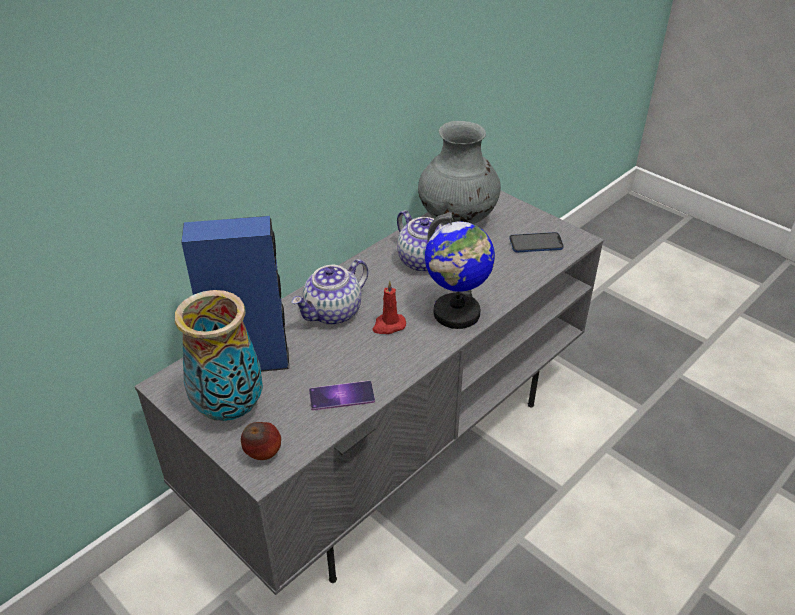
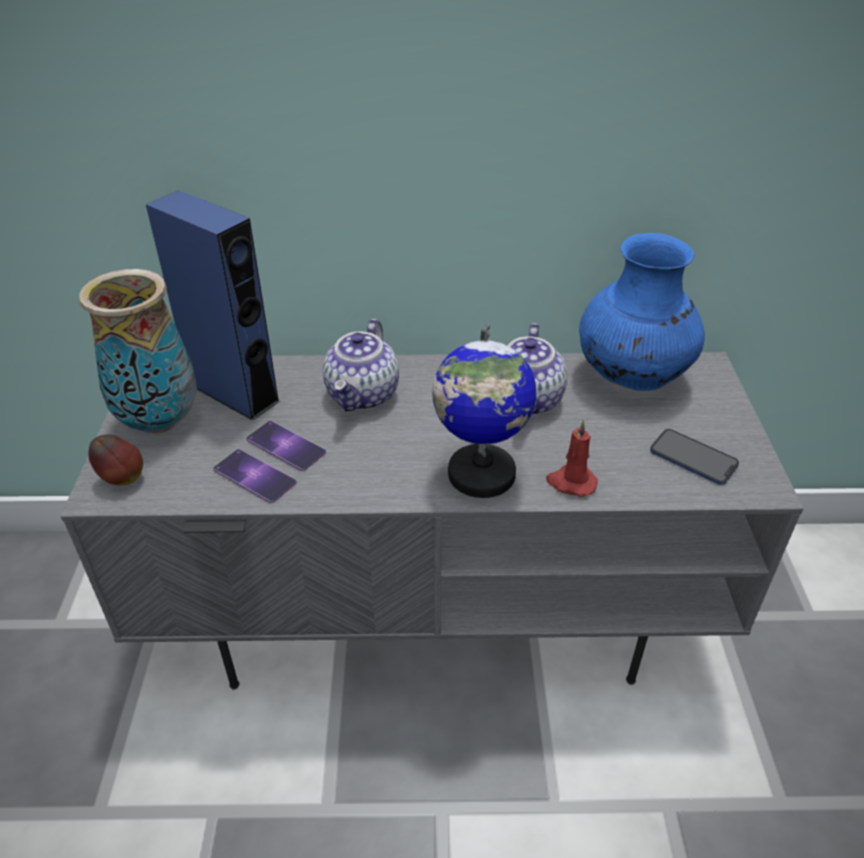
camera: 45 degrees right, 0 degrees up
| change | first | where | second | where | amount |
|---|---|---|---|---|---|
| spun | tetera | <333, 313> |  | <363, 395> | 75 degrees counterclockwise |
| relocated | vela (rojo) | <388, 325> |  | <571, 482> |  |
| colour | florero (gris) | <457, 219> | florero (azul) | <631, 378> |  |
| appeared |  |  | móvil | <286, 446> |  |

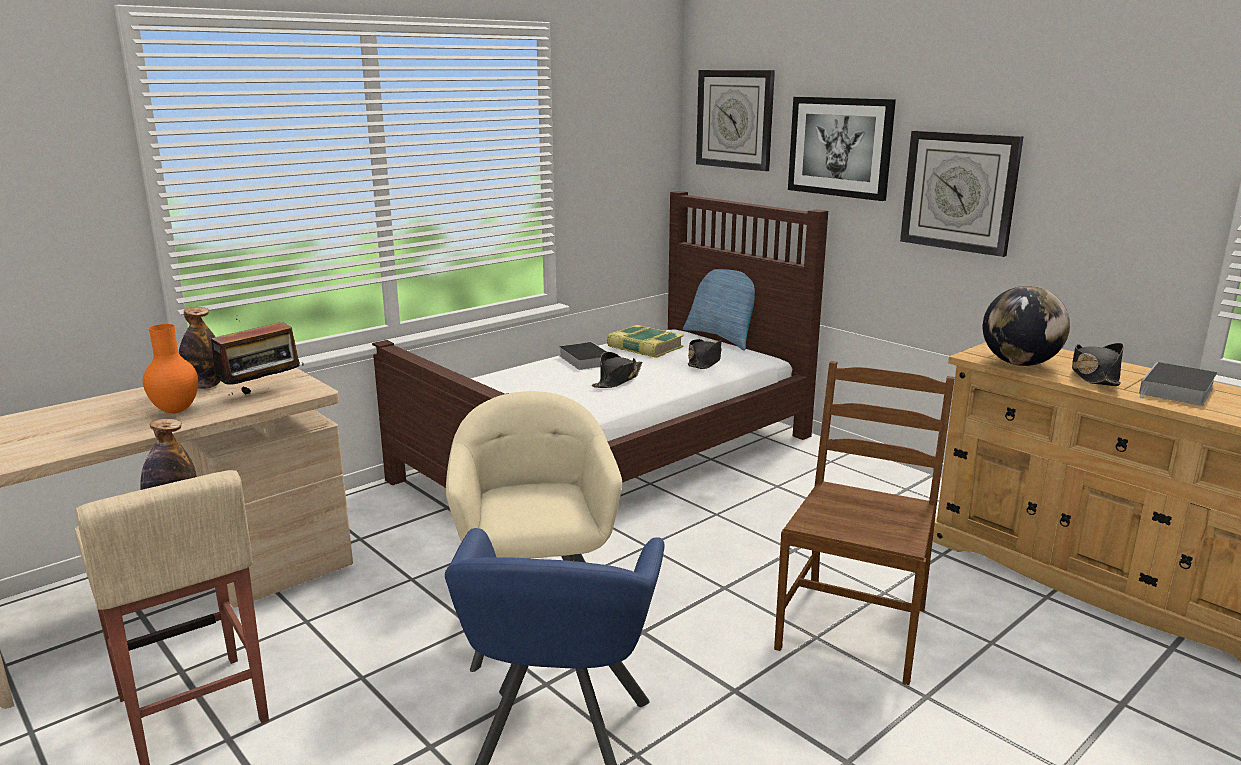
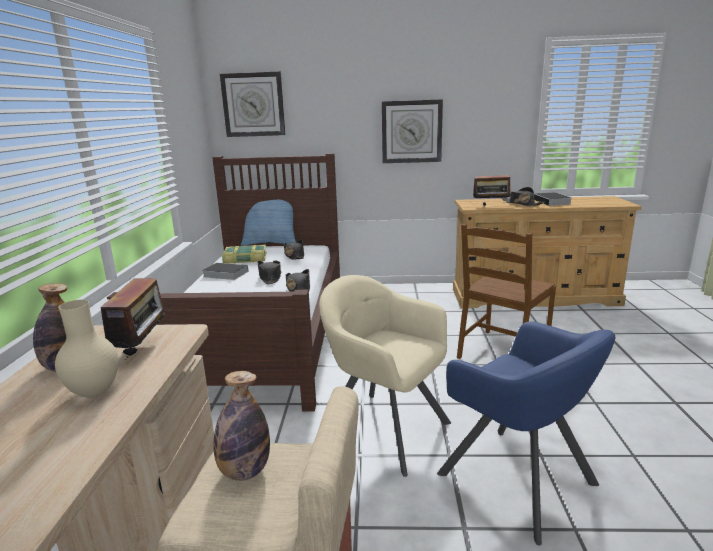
camera: 45 degrees left, 0 degrees up
| change | first | where | second | where | amount |
|---|---|---|---|---|---|
| colour | florero (naranja) | <176, 411> | florero (beis) | <96, 392> |  |
| spun | silla (marrón) | <854, 627> |  | <502, 353> | 120 degrees counterclockwise |
| missing | cuadro | <840, 147> |  |  |  |
| exchanged | globo terráqueo | <1019, 363> | radio | <491, 206> |  |
| appeared |  |  | sombrero (negro) | <298, 289> |  |

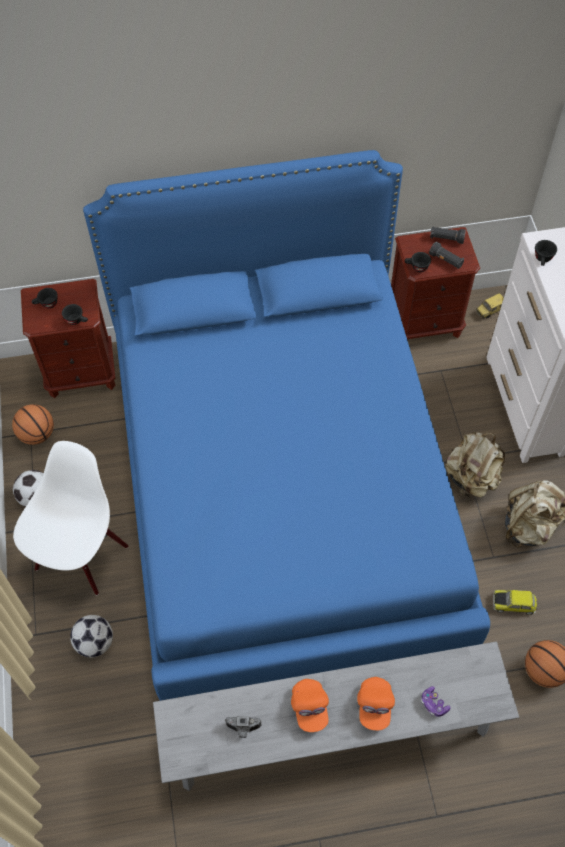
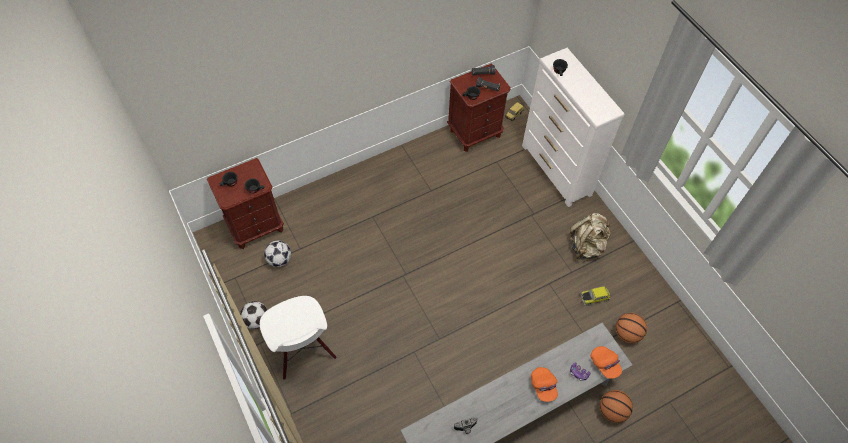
camera: 20 degrees left, 0 degrees up
| change | first | where | second | where | amount |
|---|---|---|---|---|---|
| relocated | balón de baloncesto | <37, 434> |  | <612, 410> |  |
| spun | silla (blanco) | <81, 556> |  | <303, 351> | 150 degrees clockwise |
| relocated | balón de fútbol | <95, 642> |  | <279, 259> |  |
| missing | cama (azul) | <283, 486> |  |  |  |
| relocated | gorra (naranja) | <310, 708> |  | <604, 364> |  |
| missing | mochila (beis) | <471, 478> |  |  |  |

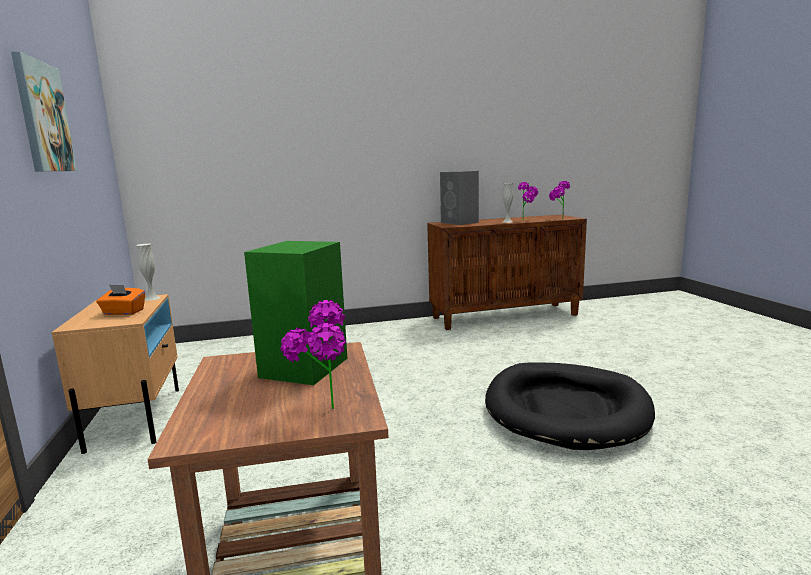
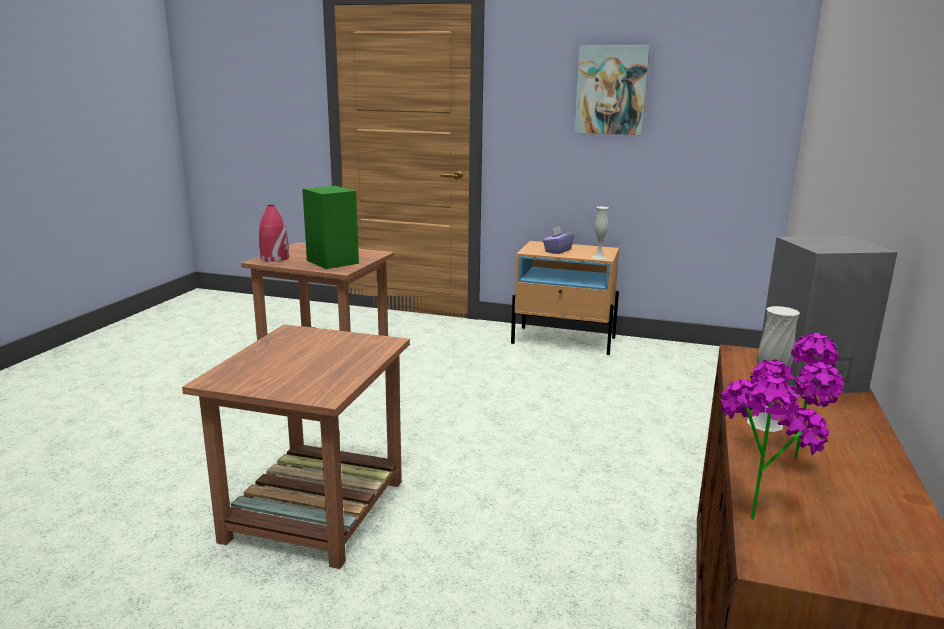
camera: 120 degrees right, 5 degrees up
| change | first | where | second | where | amount |
|---|---|---|---|---|---|
| colour | caja de pañuelos (naranja) | <123, 312> | caja de pañuelos (morado) | <557, 251> |  |
| exchanged | planta en maceta | <323, 414> | florero (rojo) | <274, 258> |  |
| exchanged | cama para perro (negro) | <566, 409> | mesa auxiliar (marrón) | <314, 511> |  |

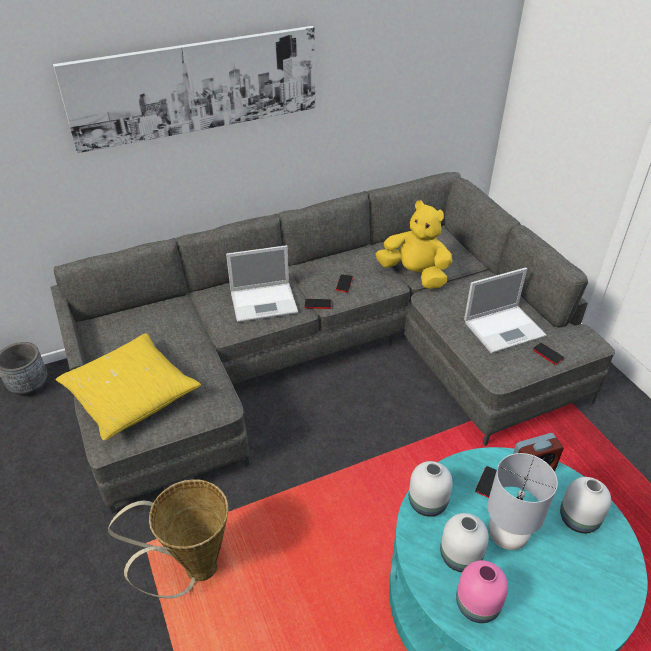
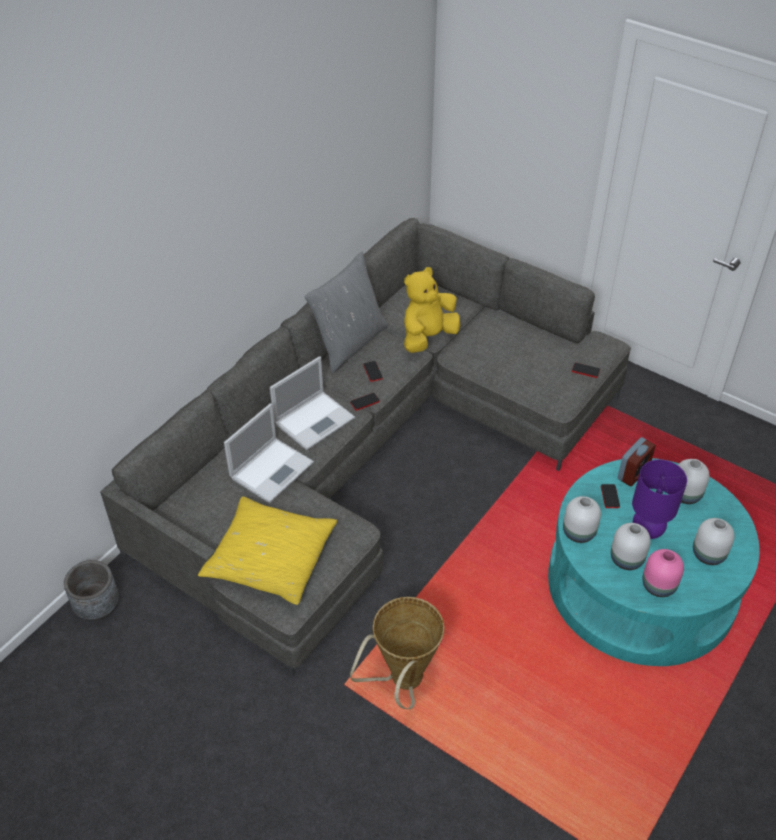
camera: 30 degrees left, 5 degrees up
| change | first | where | second | where | amount |
|---|---|---|---|---|---|
| missing | cuadro | <196, 87> |  |  |  |
| spun | peluche (amarillo) | <415, 274> |  | <428, 337> | 45 degrees counterclockwise |
| relocated | portátil | <505, 328> |  | <272, 469> |  |
| colour | lámpara de mesa (gris) | <507, 537> | lámpara de mesa (morado) | <648, 530> |  |
| appeared |  |  | cojín (gris) | <349, 343> |  |
| appeared |  |  | florero (blanco) | <708, 555> |  |

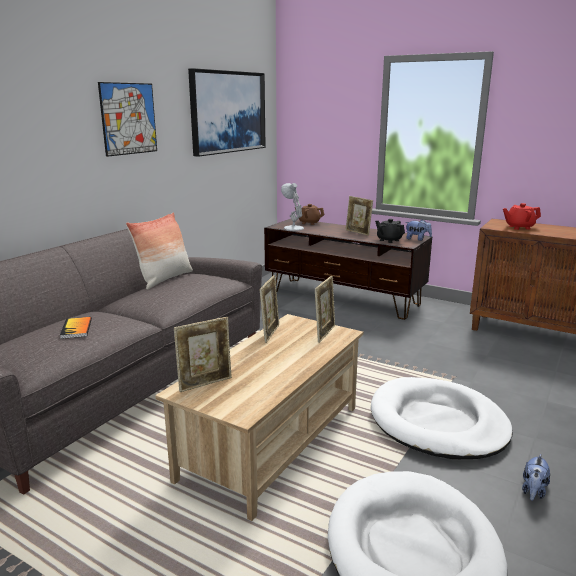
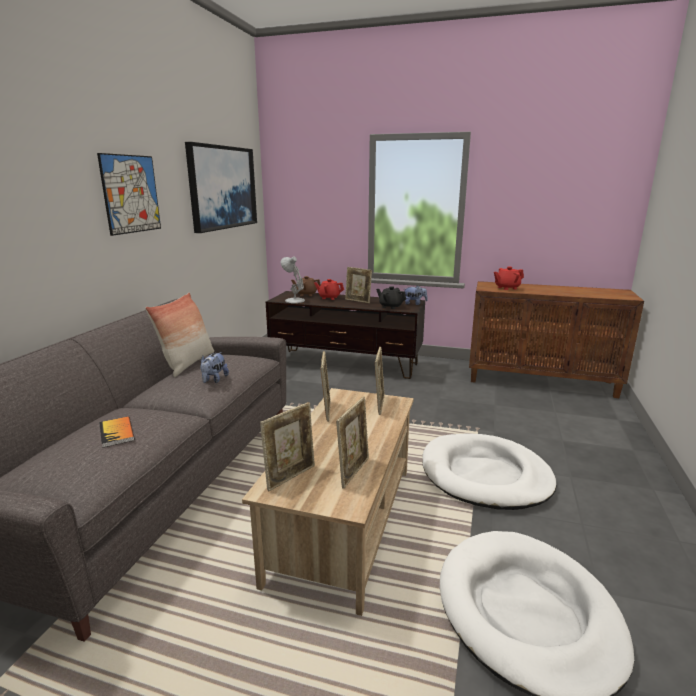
camera: 15 degrees left, 0 degrees up
| change | first | where | second | where | amount |
|---|---|---|---|---|---|
| relocated | peluche | <533, 491> |  | <214, 380> |  |
| appeared |  |  | tetera (rojo) | <329, 298> |  |
| appeared |  |  | portarretratos | <353, 471> |  |

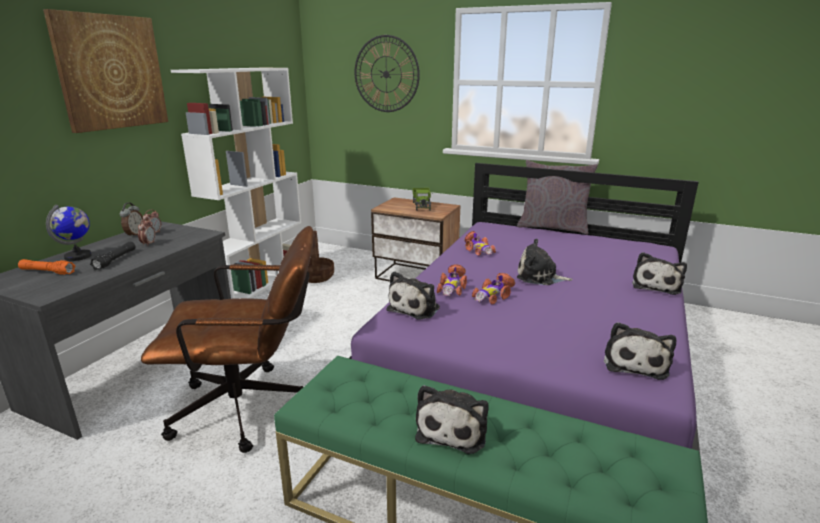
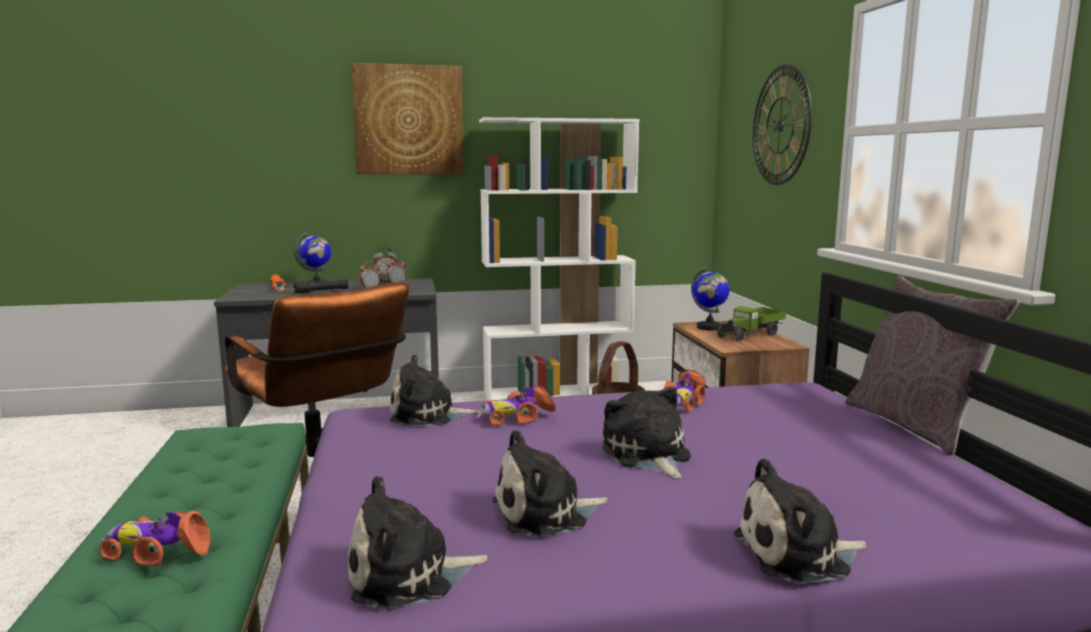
camera: 55 degrees right, 10 degrees down
| change | first | where | second | where | amount |
|---|---|---|---|---|---|
| relocated | peluche | <453, 428> |  | <545, 513> |  |
| relocated | coche de juguete | <493, 296> |  | <158, 550> |  |
| appeared |  |  | globo terráqueo | <709, 327> |  |

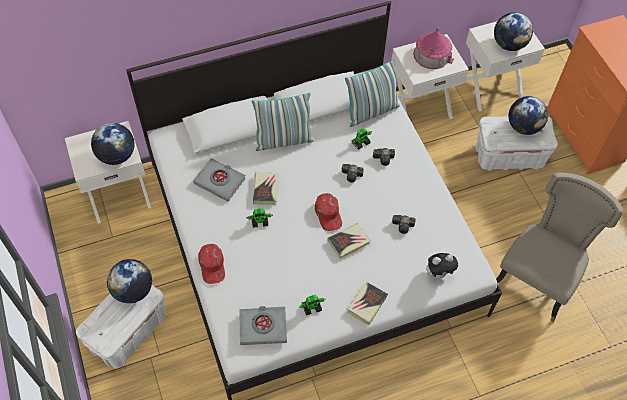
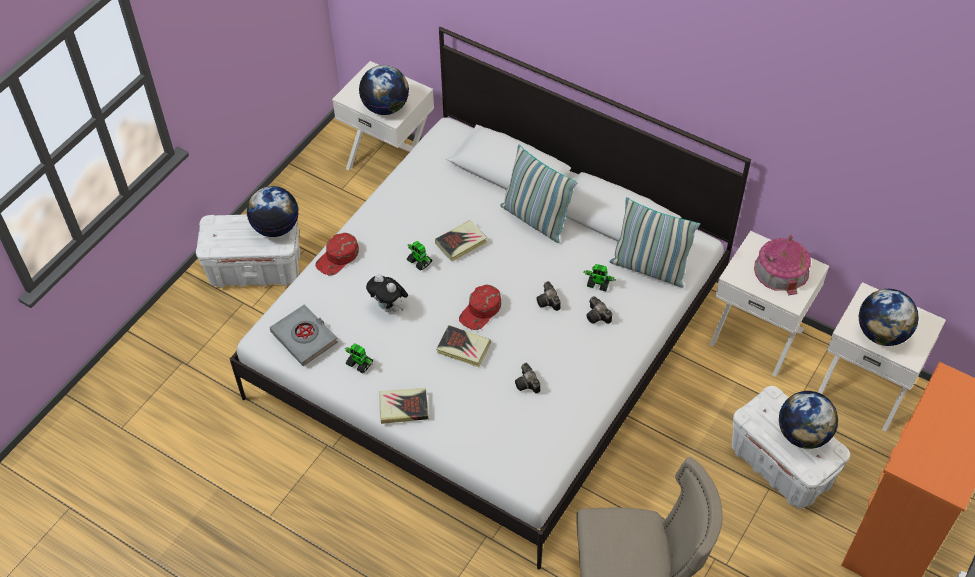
camera: 55 degrees right, 5 degrees down
| change | first | where | second | where | amount |
|---|---|---|---|---|---|
| missing | libro (gris) | <220, 181> |  |  |  |
| relocated | peluche | <438, 273> |  | <389, 307> |  |

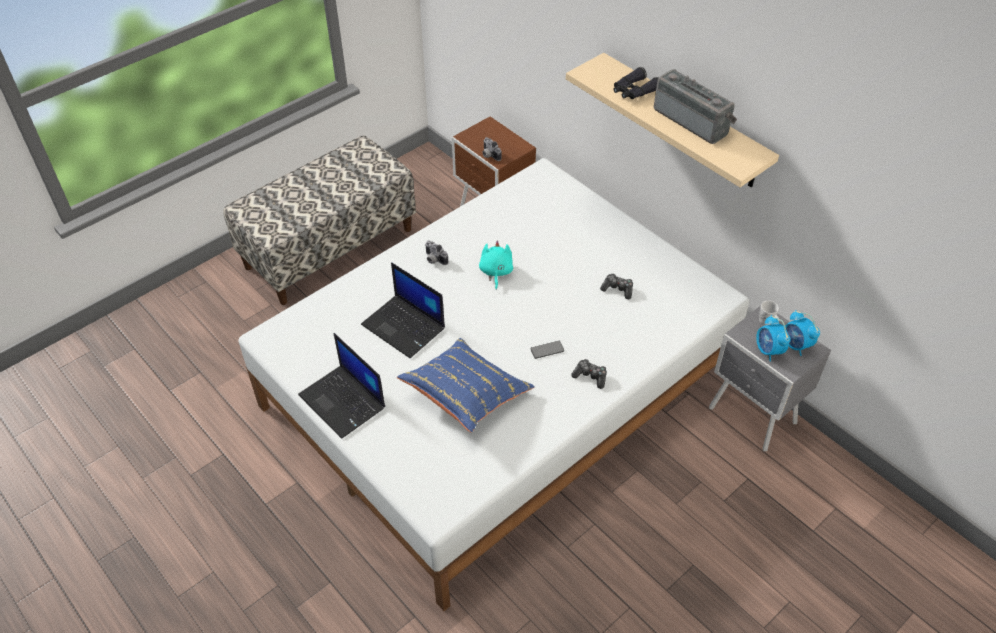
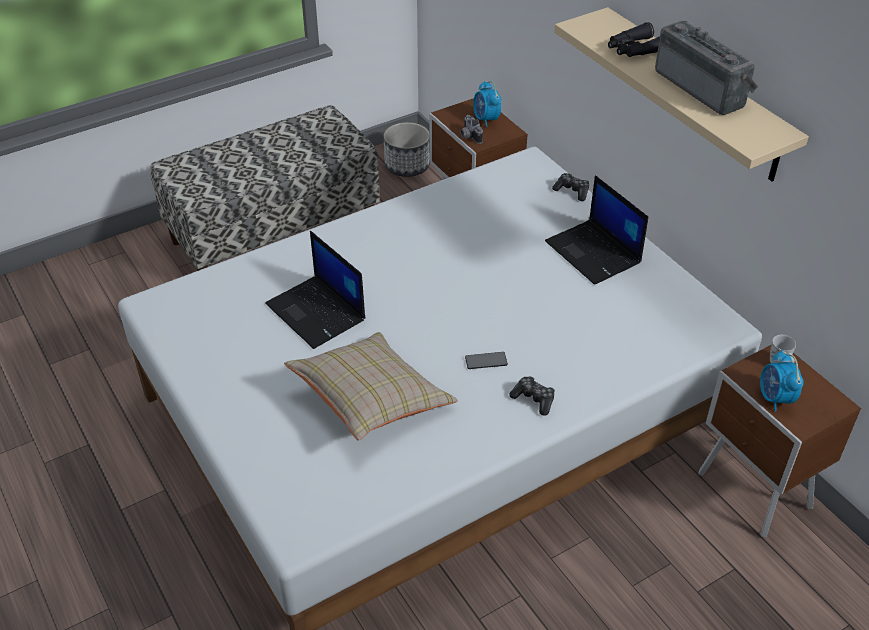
camera: 10 degrees right, 5 degrees down
| change | first | where | second | where | amount |
|---|---|---|---|---|---|
| relocated | portátil | <343, 401> |  | <594, 253> |  |
| colour | cojín (azul) | <466, 395> | cojín (beis) | <371, 401> |  |
| missing | cámara | <434, 259> |  |  |  |
| missing | peluche (turquesa) | <496, 272> |  |  |  |
| relocated | mando de consola | <617, 289> |  | <572, 191> |  |
| colour | mesita de noche (gris) | <753, 417> | mesita de noche (marrón) | <755, 493> |  |
| relocated | despertador | <795, 345> |  | <486, 119> |  |
| appeared |  |  | maceta | <407, 166> |  |

